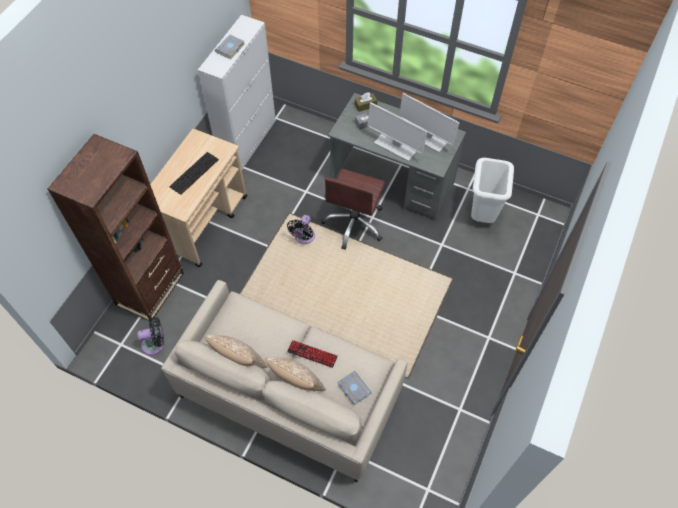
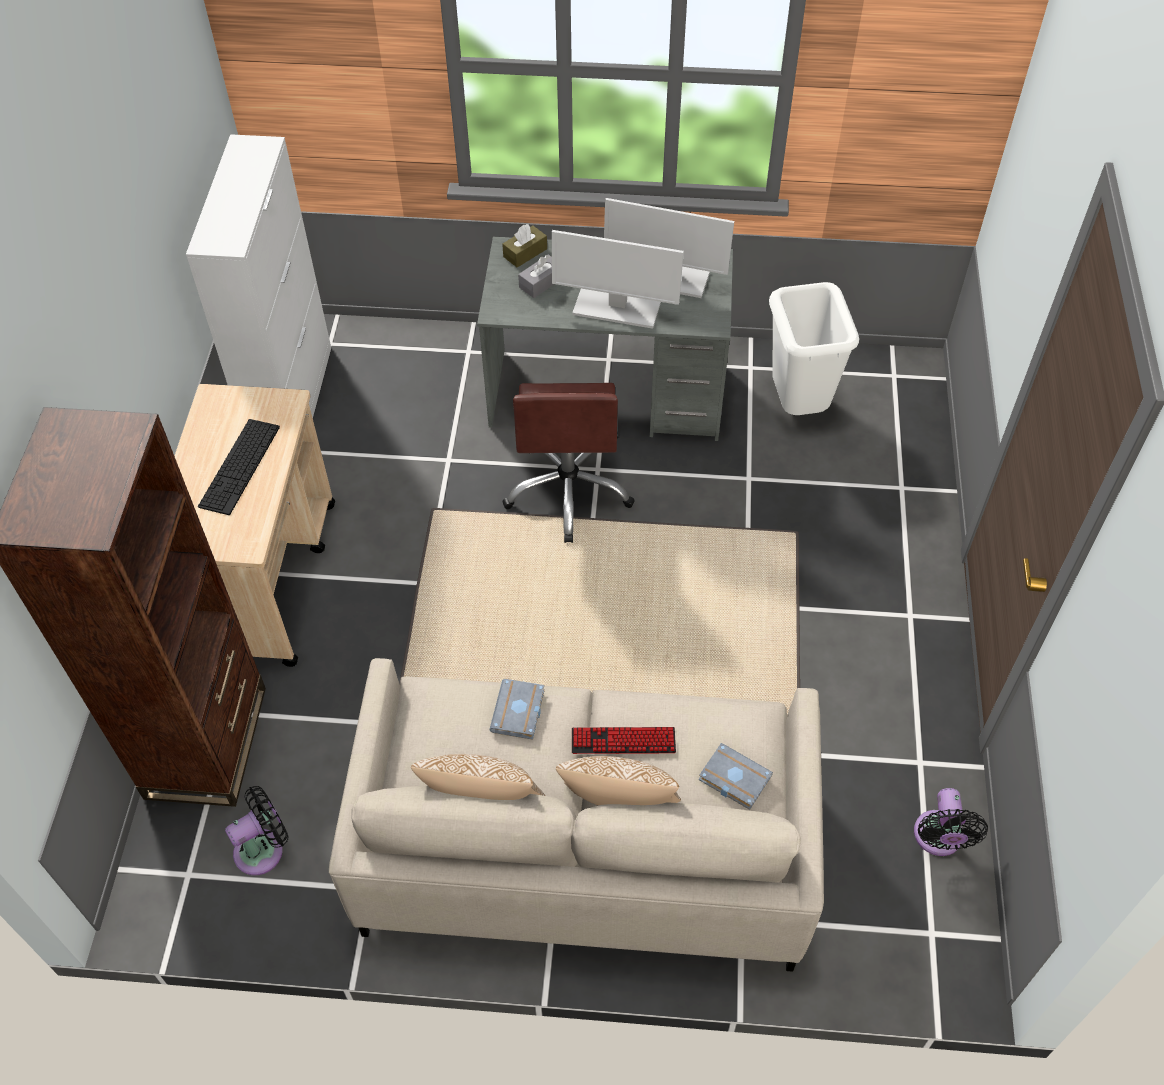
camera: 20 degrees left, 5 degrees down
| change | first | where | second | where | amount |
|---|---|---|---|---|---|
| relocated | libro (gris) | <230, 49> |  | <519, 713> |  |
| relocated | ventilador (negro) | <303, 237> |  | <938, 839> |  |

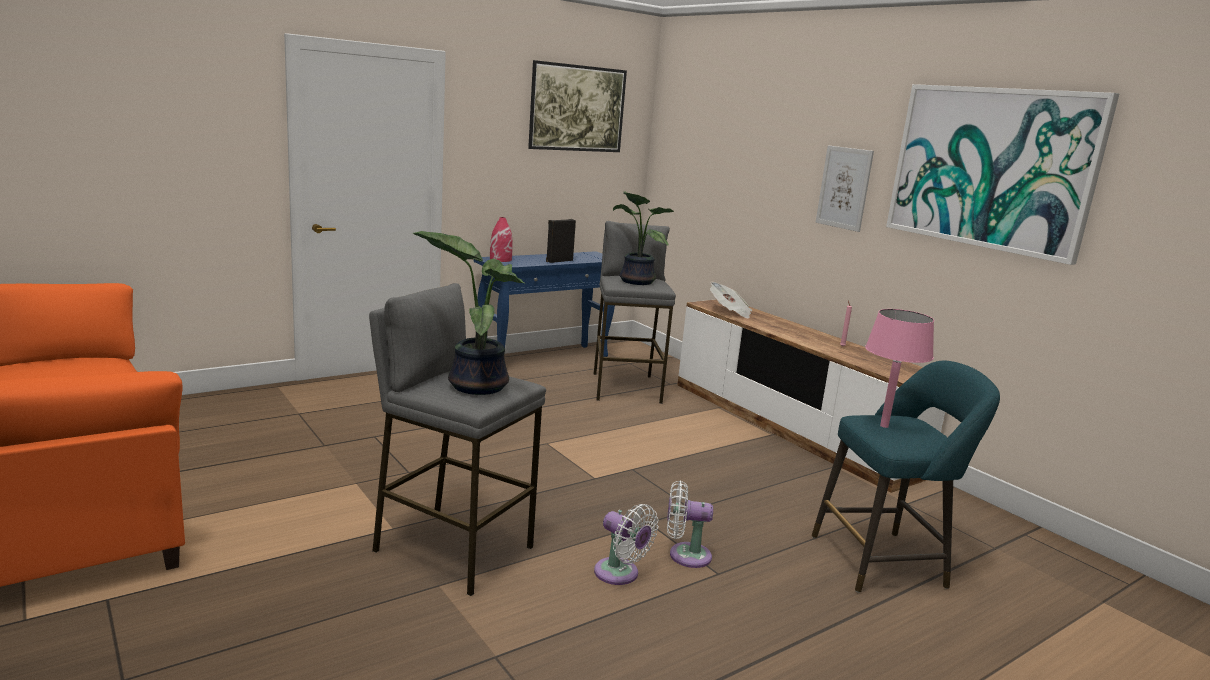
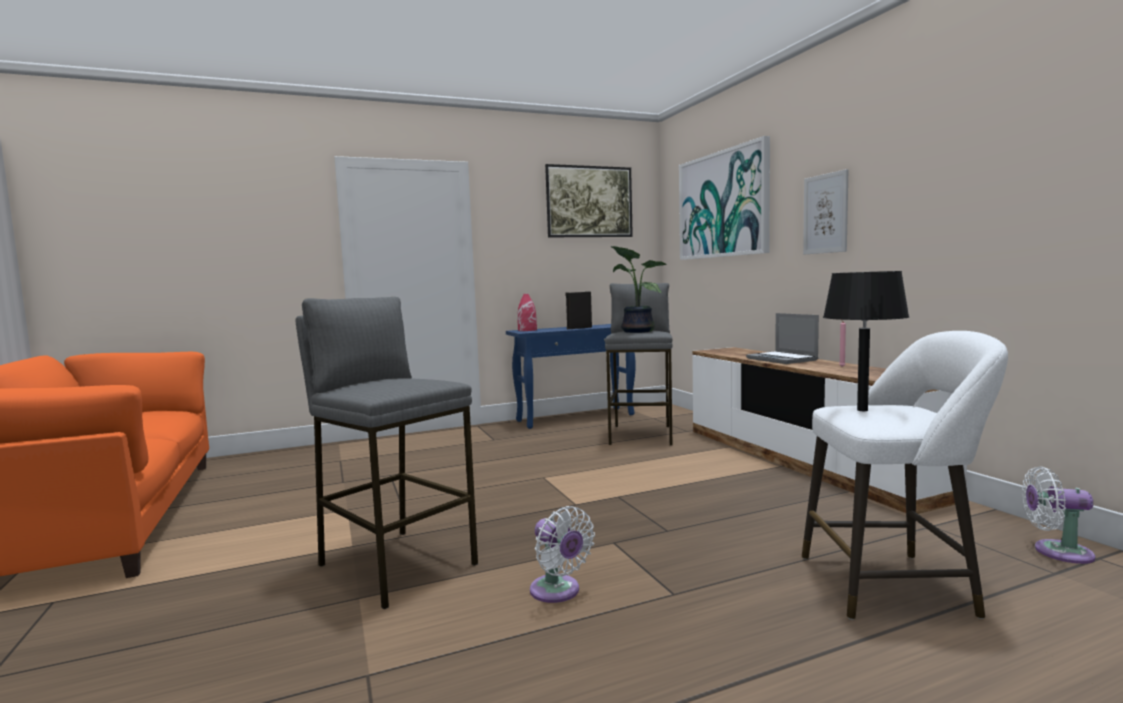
camera: 15 degrees right, 10 degrees down
| change | first | where | second | where | amount |
|---|---|---|---|---|---|
| missing | planta en maceta | <476, 385> |  |  |  |
| relocated | ventilador (blanco) | <685, 555> |  | <1057, 552> |  |
| missing | periódico | <730, 312> |  |  |  |
| colour | taburete (turquesa) | <884, 561> | taburete (blanco) | <894, 585> |  |
| colour | lámpara de mesa (rosa) | <884, 426> | lámpara de mesa (negro) | <862, 410> |  |
| relocated | cuadro | <991, 168> |  | <722, 204> |  |
| appeared |  |  | portátil | <783, 359> |  |

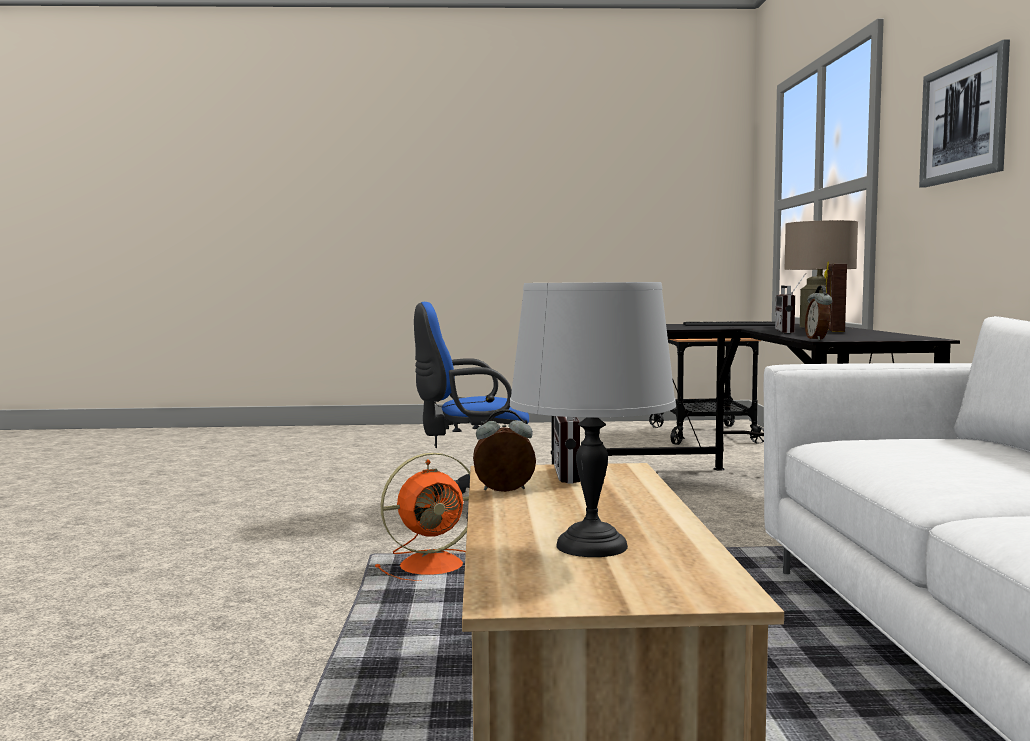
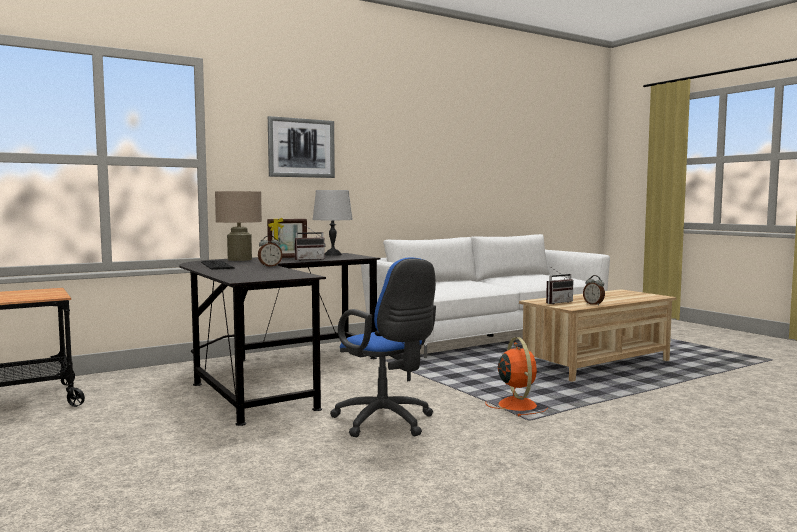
camera: 120 degrees left, 0 degrees up
| change | first | where | second | where | amount |
|---|---|---|---|---|---|
| spun | ventilador (naranja) | <434, 565> |  | <516, 405> | 45 degrees clockwise |
| relocated | lámpara de mesa (gris) | <589, 546> |  | <333, 254> |  |
| relocated | despertador | <818, 339> |  | <270, 266> |  |

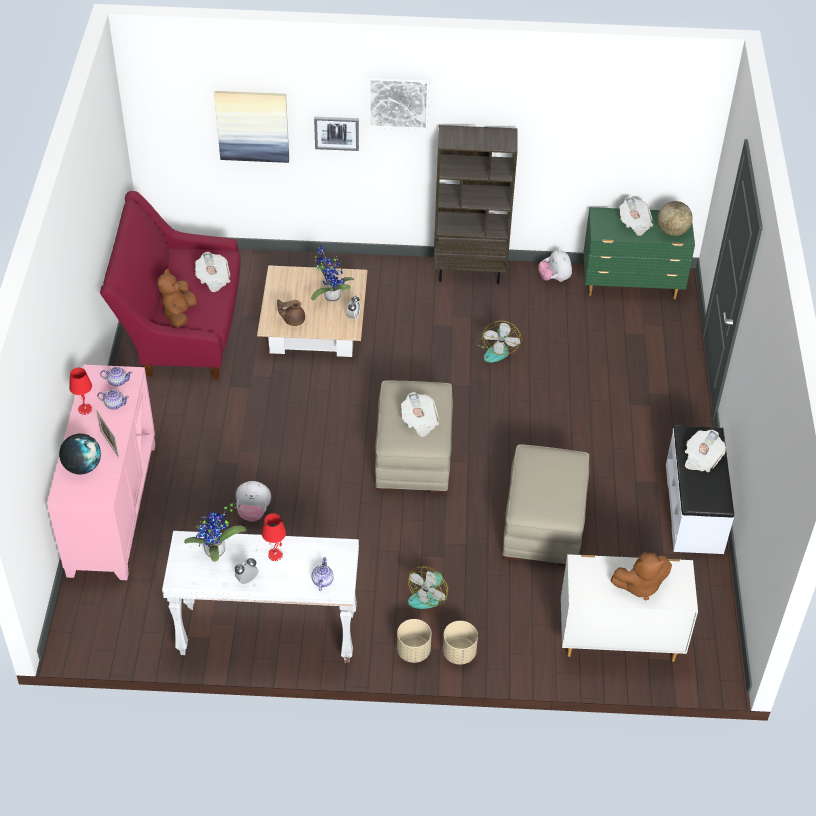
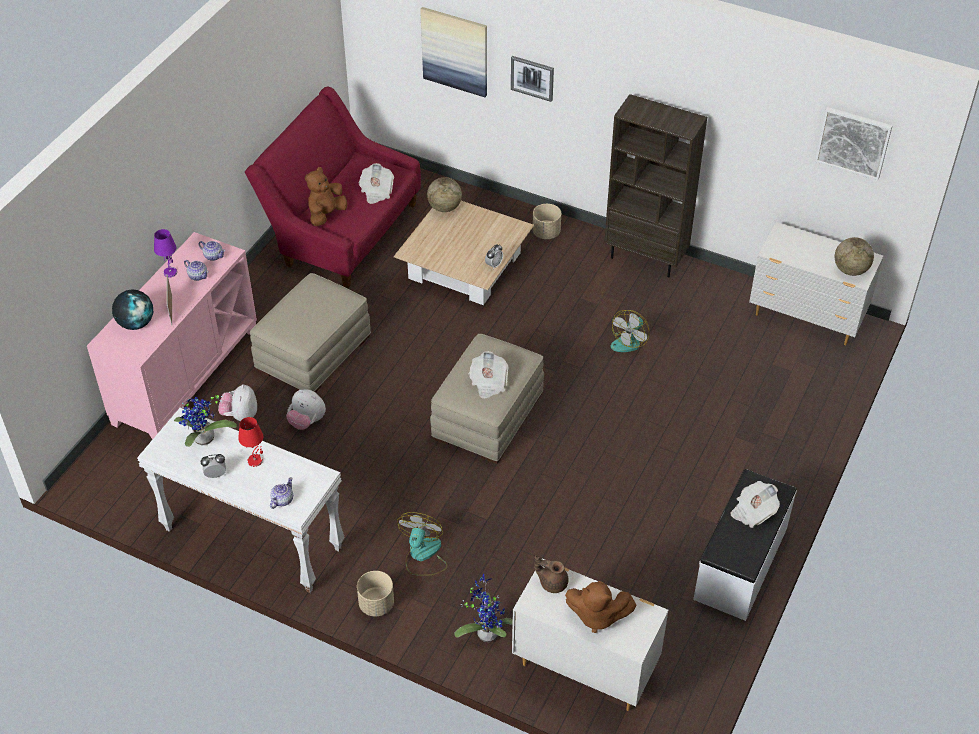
camera: 25 degrees right, 0 degrees up
| change | first | where | second | where | amount |
|---|---|---|---|---|---|
| colour | lámpara de mesa (rojo) | <85, 409> | lámpara de mesa (morado) | <170, 272> |  |
| relocated | tetera (marrón) | <293, 320> |  | <552, 582> |  |
| relocated | planta en maceta | <330, 295> |  | <486, 632> |  |
| relocated | cuadro | <398, 102> |  | <853, 142> |  |
| spun | ventilador | <429, 594> |  | <423, 555> | 135 degrees clockwise |
| relocated | maceta (beis) | <459, 653> |  | <546, 233> |  |
| relocated | puf (beis) | <544, 523> |  | <313, 353> |  |
| relocated | peluche | <554, 278> |  | <240, 415> |  |
| colour | cómoda (verde) | <632, 286> | cómoda (blanco) | <807, 318> |  |
| missing | periódico | <635, 224> |  |  |  |
| appeared |  |  | globo terráqueo | <444, 207> |  |

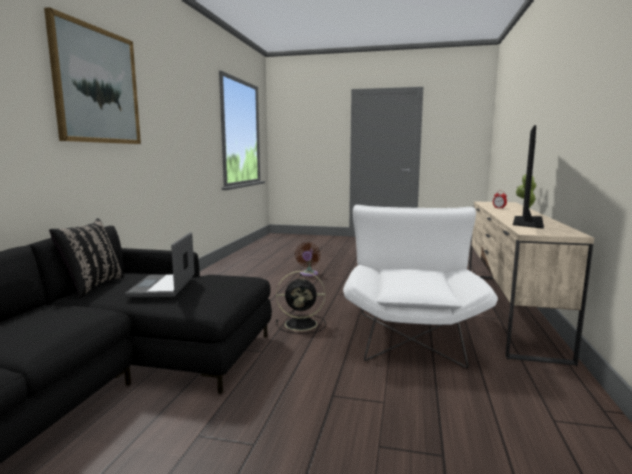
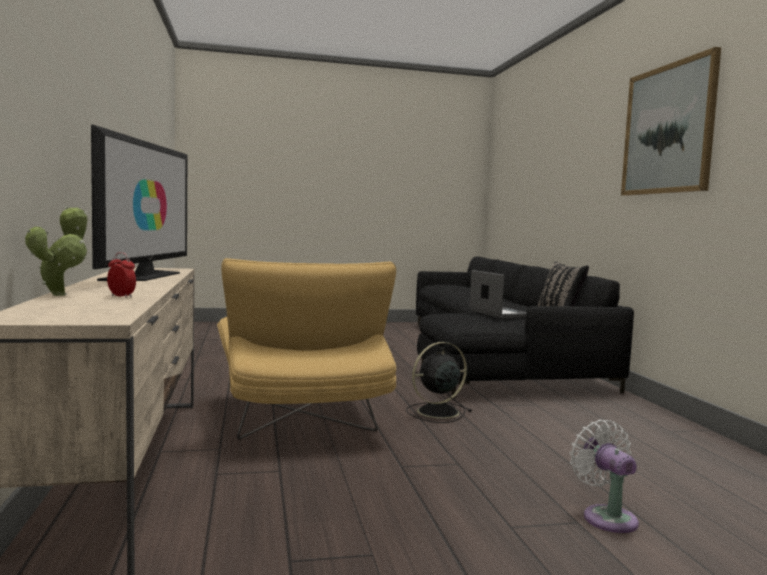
camera: 155 degrees right, 5 degrees down
| change | first | where | second | where | amount |
|---|---|---|---|---|---|
| colour | ventilador (marrón) | <308, 274> | ventilador (blanco) | <606, 517> |  |
| colour | sillón (blanco) | <410, 333> | sillón (amarillo) | <300, 417> |  |

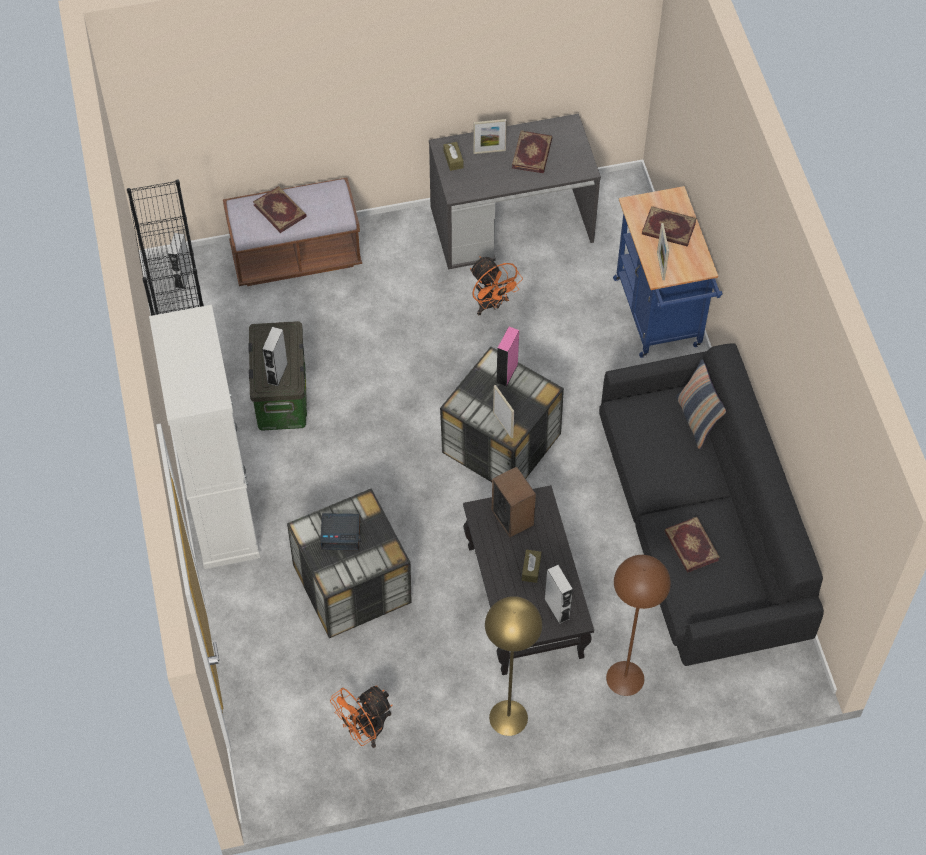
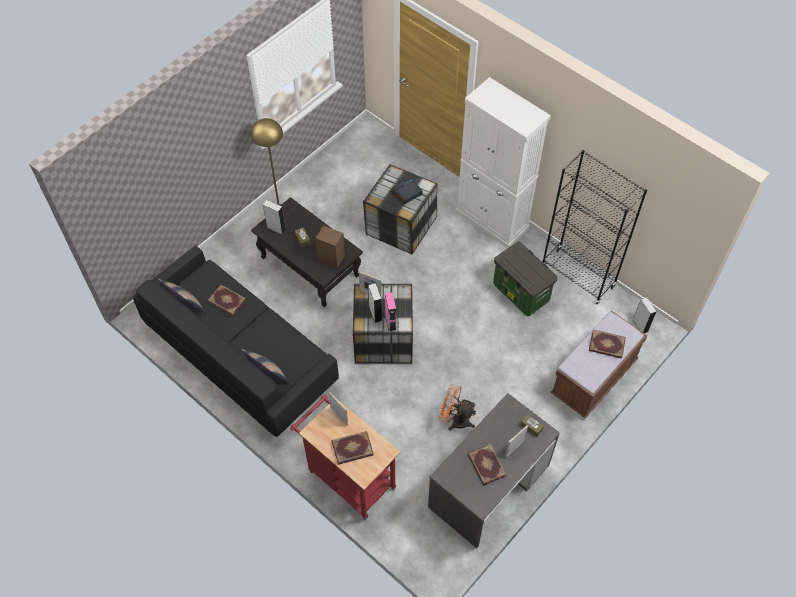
camera: 145 degrees right, 0 degrees up
| change | first | where | second | where | amount |
|---|---|---|---|---|---|
| relocated | altavoz (gris) | <277, 373> |  | <375, 313> |  |
| missing | ventilador (naranja) | <365, 730> |  |  |  |
| missing | lámpara de pie (marrón) | <625, 678> |  |  |  |
| colour | carrito (azul) | <659, 318> | carrito (rojo) | <348, 476> |  |
| appeared |  |  | cojín | <186, 306> |  |

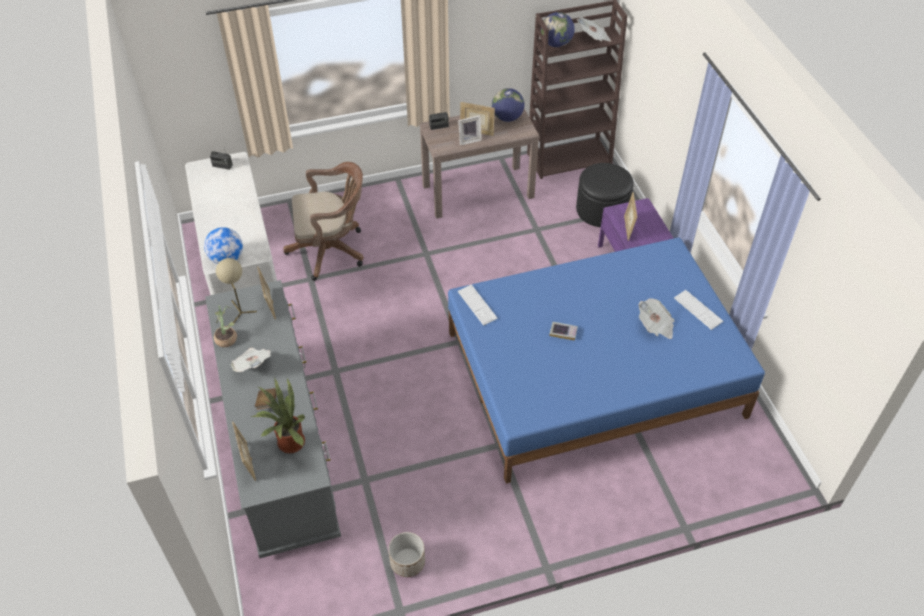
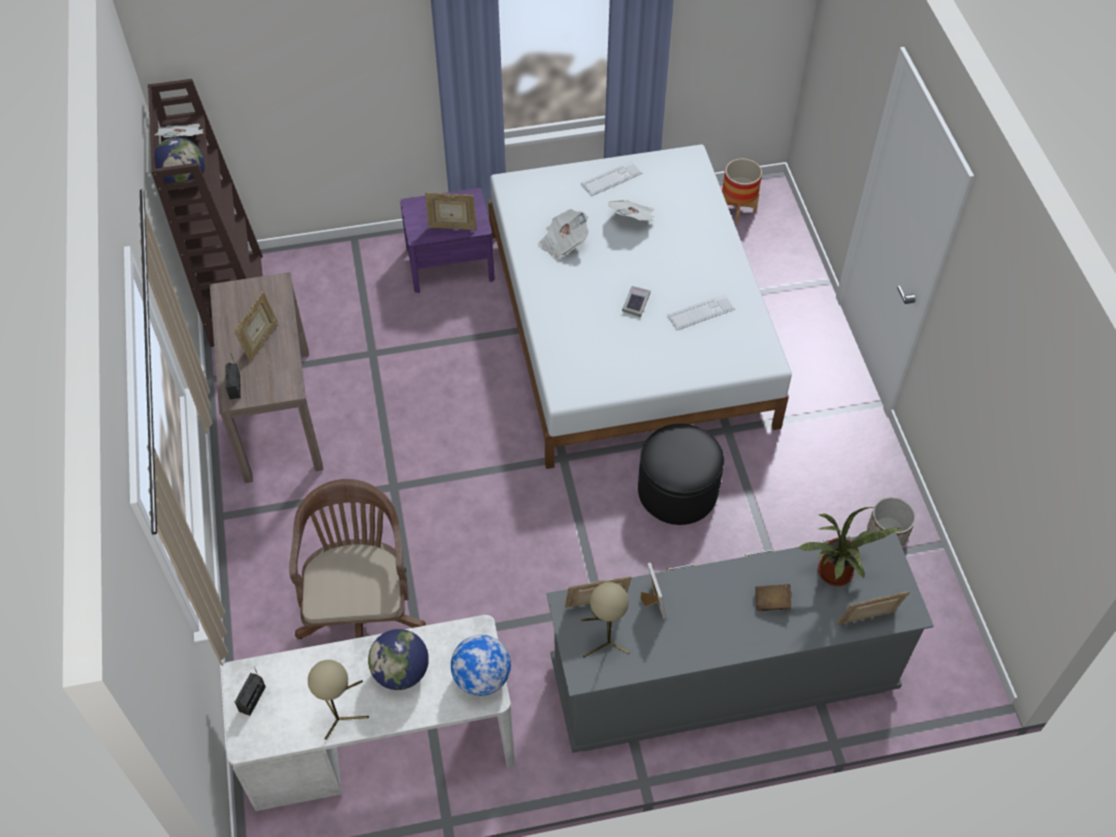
camera: 85 degrees left, 5 degrees up
| change | first | where | second | where | amount |
|---|---|---|---|---|---|
| missing | planta en maceta | <227, 337> |  |  |  |
| relocated | periódico | <252, 365> |  | <563, 243> |  |
| colour | cama (azul) | <594, 374> | cama (blanco) | <628, 326> |  |
| relocated | portarretratos | <469, 140> |  | <651, 603> |  |
| relocated | teclado | <477, 305> |  | <701, 312> |  |
| relocated | globo terráqueo | <507, 118> |  | <401, 672> |  |
| relocated | puf (negro) | <602, 210> |  | <677, 491> |  |
| appeared |  |  | lámpara de mesa (beis) | <342, 718> |  |
| appeared |  |  | maceta | <737, 209> |  |

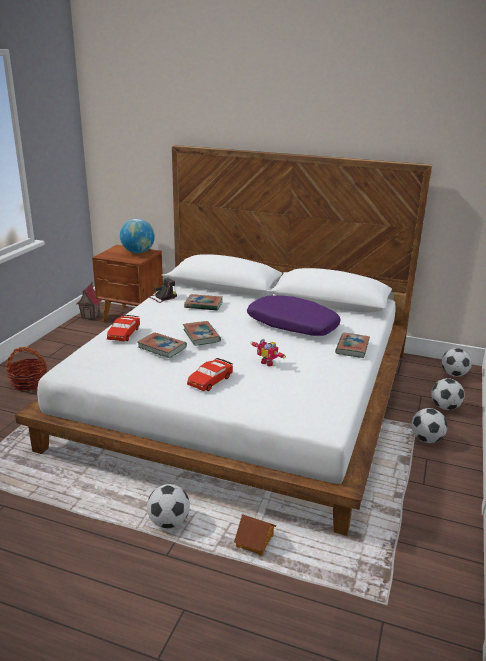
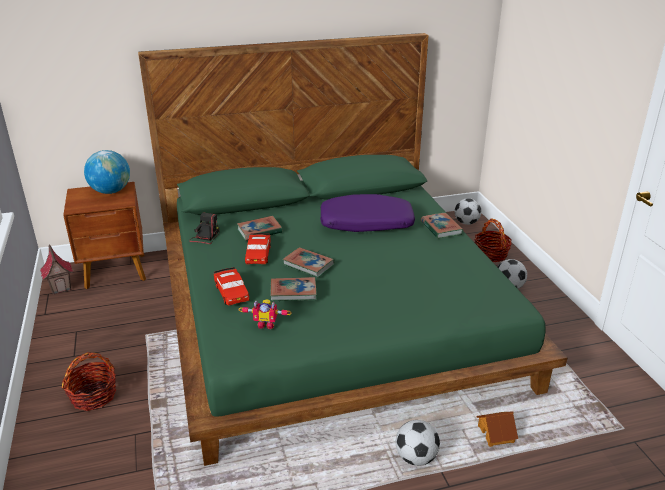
camera: 35 degrees left, 5 degrees up
| change | first | where | second | where | amount |
|---|---|---|---|---|---|
| colour | cama (blanco) | <241, 396> | cama (verde) | <332, 312> |  |
| relocated | coche de juguete (rojo) | <210, 380> |  | <258, 254> |  |
| relocated | robot de juguete | <268, 362> |  | <266, 324> |  |
| exchanged | balón de fútbol | <445, 407> | cesta | <491, 254> |  |

